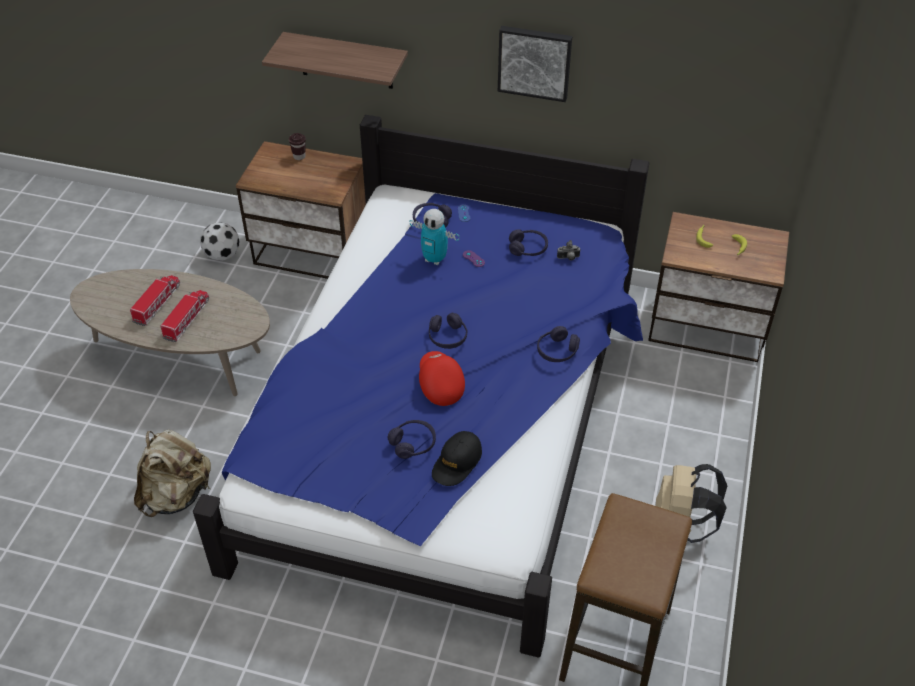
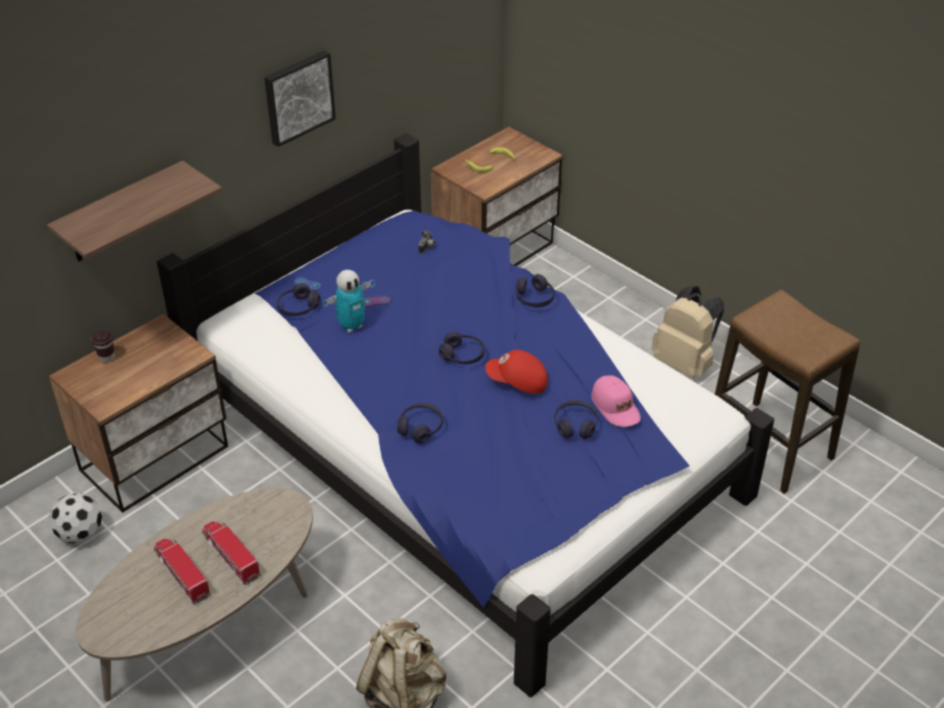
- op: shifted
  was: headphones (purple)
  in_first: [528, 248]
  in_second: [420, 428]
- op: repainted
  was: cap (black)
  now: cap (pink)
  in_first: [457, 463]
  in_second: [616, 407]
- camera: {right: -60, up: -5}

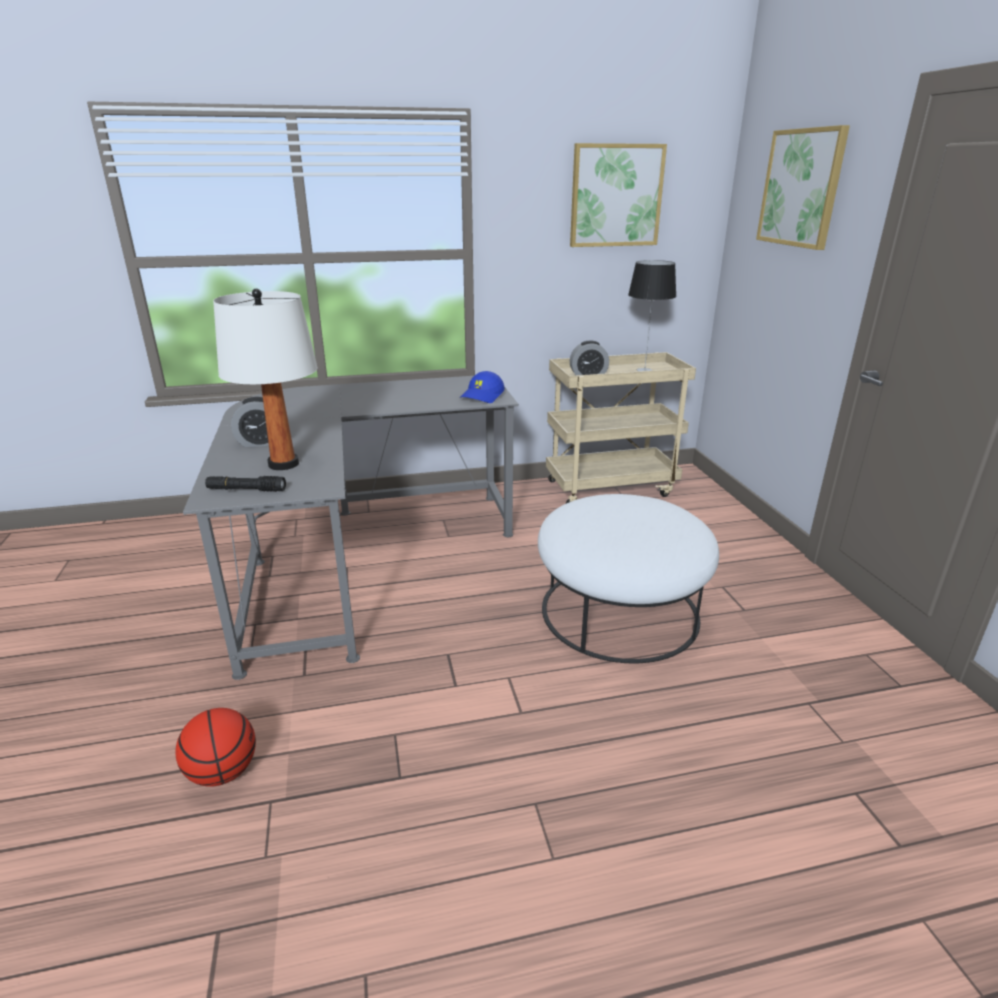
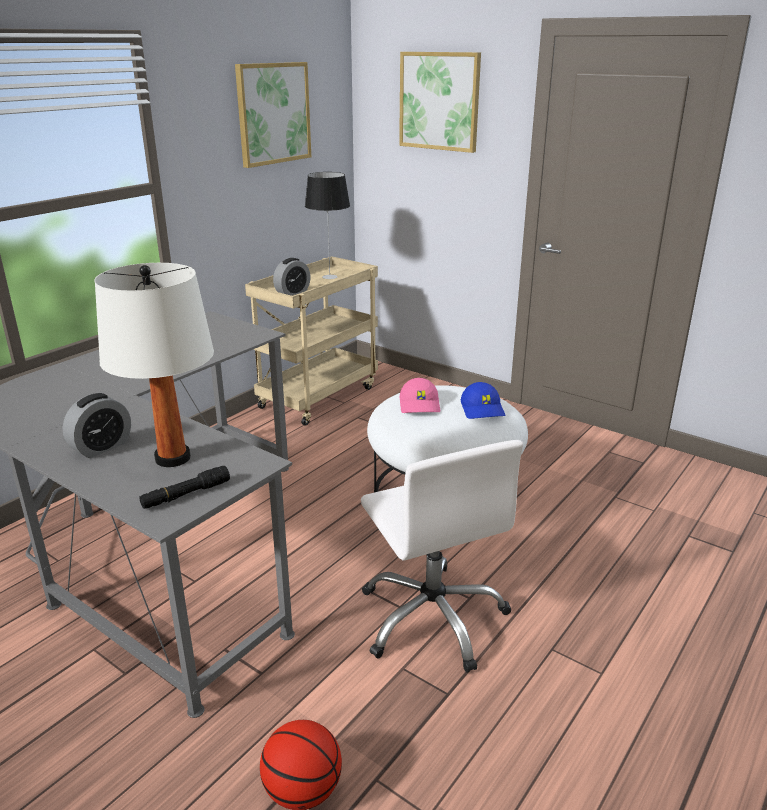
- op: shifted
  was: cap (blue)
  in_first: [483, 396]
  in_second: [483, 410]
- op: new
  now: cap (pink)
  in_second: [420, 405]
- op: new
  now: office chair (white)
  in_second: [433, 617]
- camera: {right: -40, up: 0}

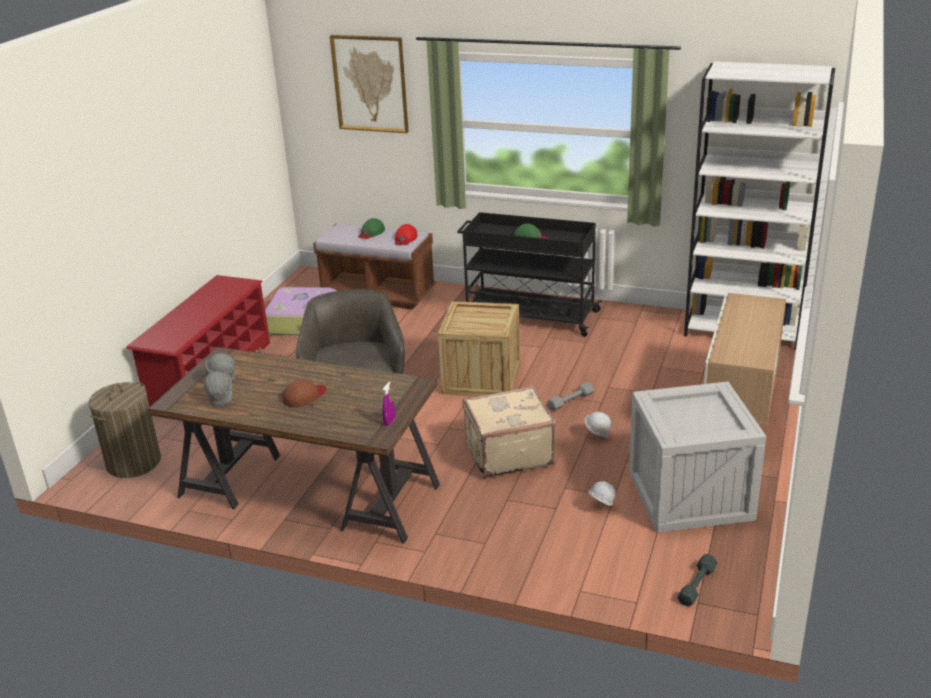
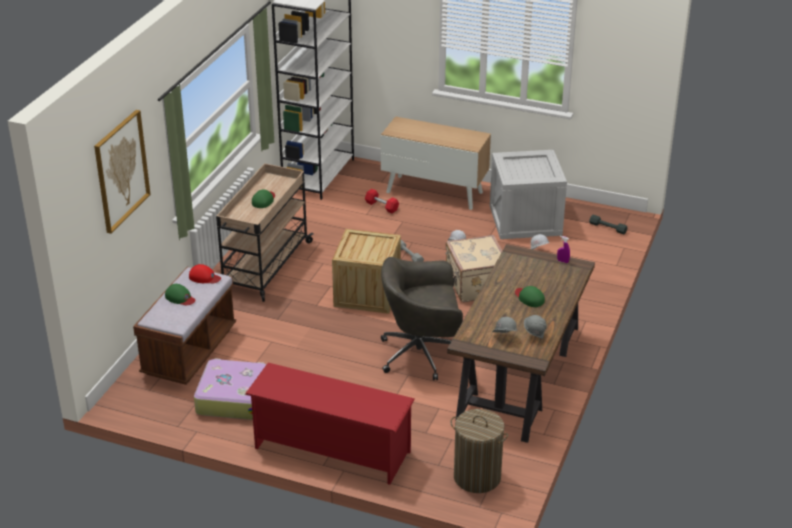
- op: repainted
  was: cart (black)
  now: cart (beige)
  in_first: [528, 316]
  in_second: [265, 267]
- op: repainted
  was: cap (brown)
  now: cap (green)
  in_first: [304, 396]
  in_second: [529, 298]
- op: new
  now: dumbbell (red)
  in_second: [381, 206]
- camera: {right: -90, up: 5}

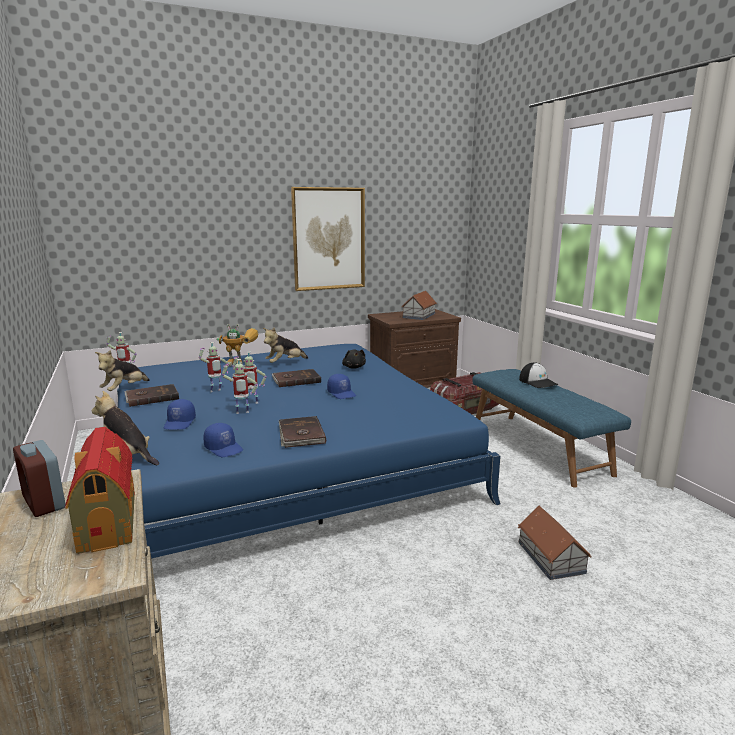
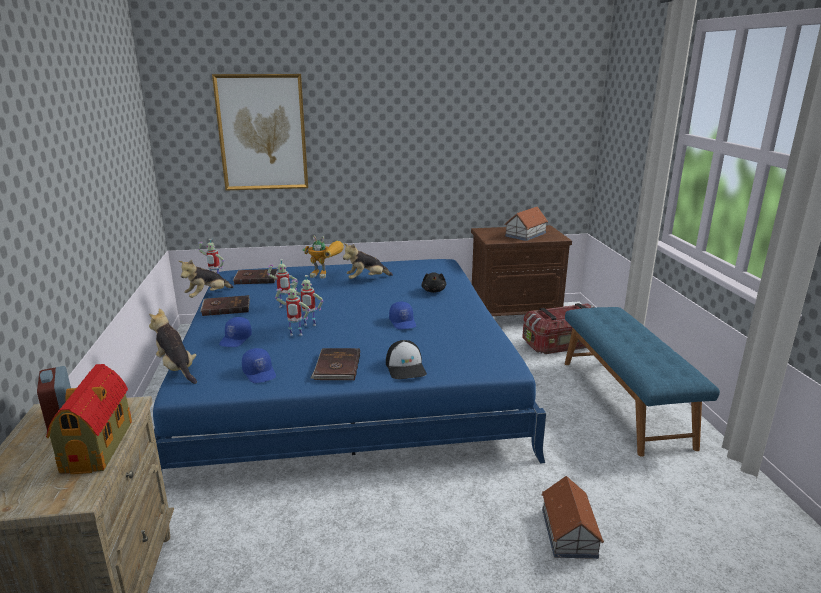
- op: shifted
  was: picture
  in_first: [329, 239]
  in_second: [262, 133]
- op: shifted
  was: cap
  in_first: [538, 382]
  in_second: [406, 367]
- op: shifted
  was: book (brown)
  in_first: [296, 380]
  in_second: [256, 278]
- camera: {right: 15, up: 5}

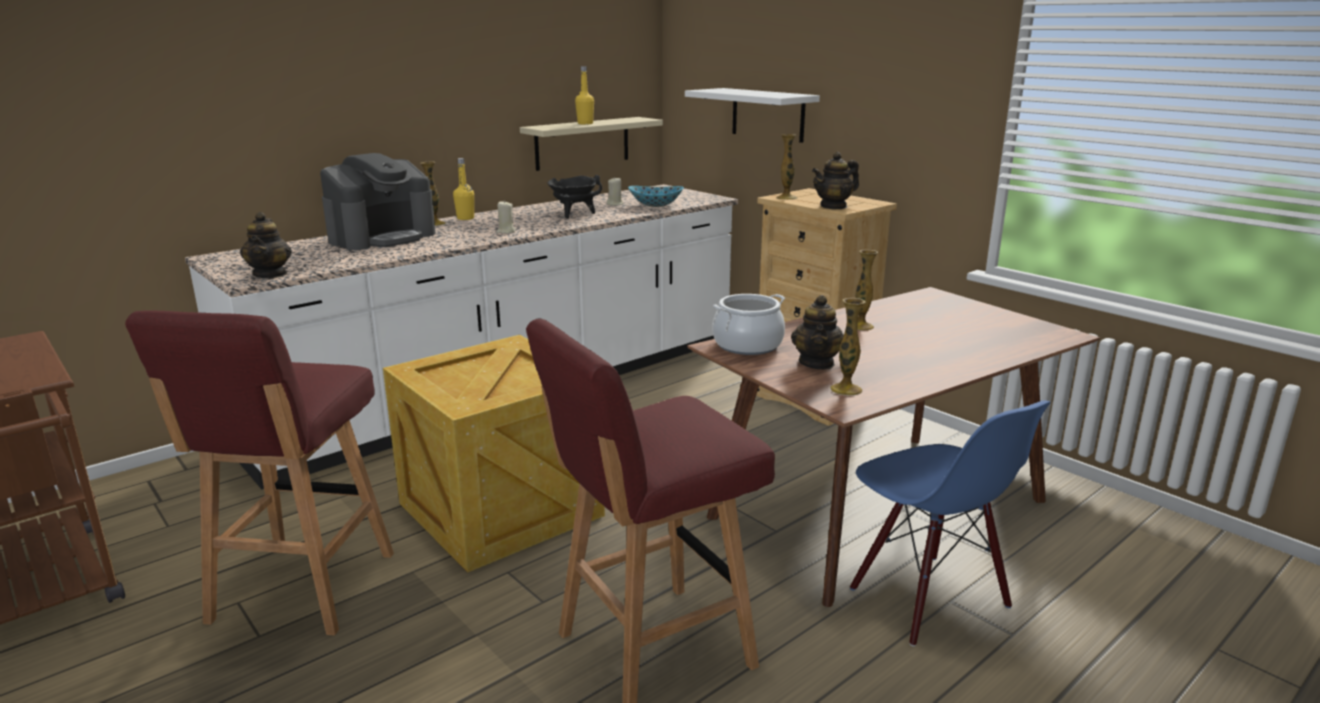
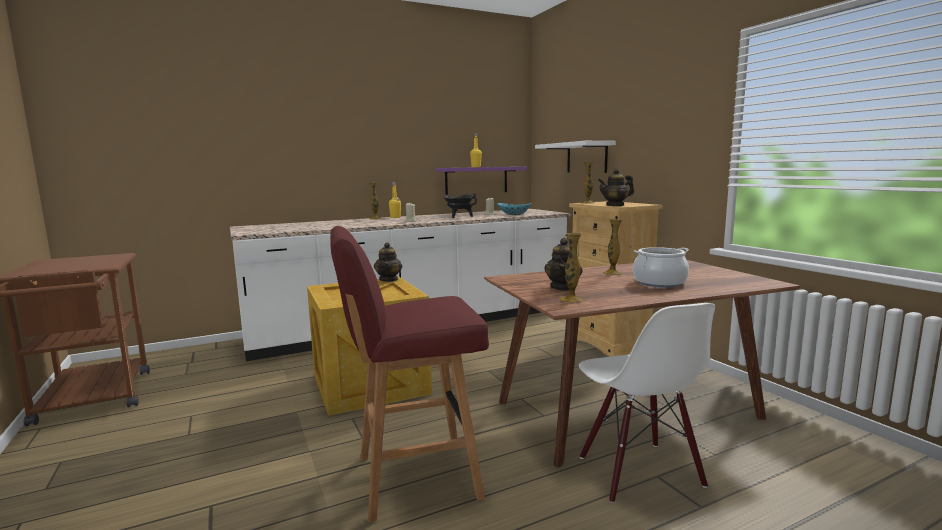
- op: repainted
  was: shelf (beige)
  now: shelf (purple)
  in_first: [582, 143]
  in_second: [476, 180]
- op: gone
  was: coffee machine
  in_first: [382, 237]
- op: shifted
  was: teapot
  in_first: [270, 274]
  in_second: [389, 280]
- op: shifted
  was: cooking pot
  in_first: [747, 345]
  in_second: [659, 283]
- op: gone
  was: stool (red)
  in_first: [300, 589]
- op: repainted
  was: chair (blue)
  now: chair (white)
  in_first: [927, 598]
  in_second: [638, 472]
- camera: {right: 15, up: -10}

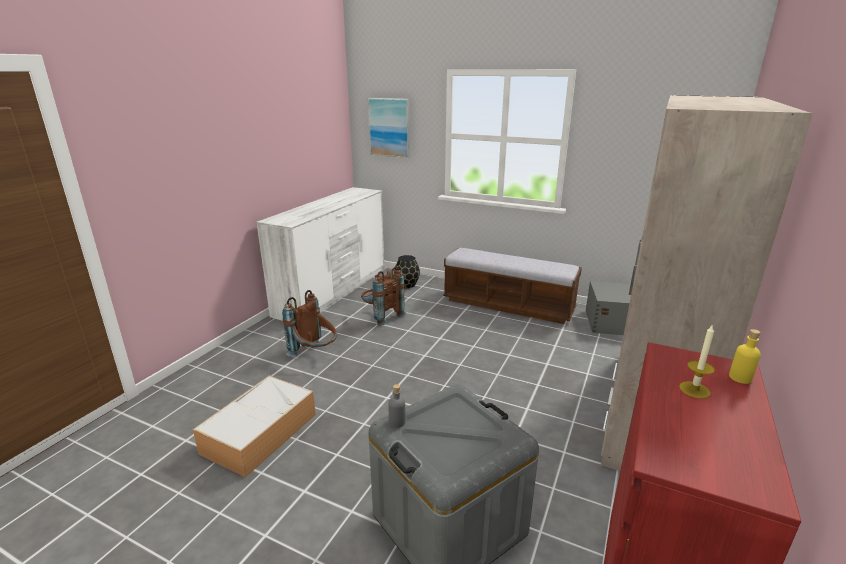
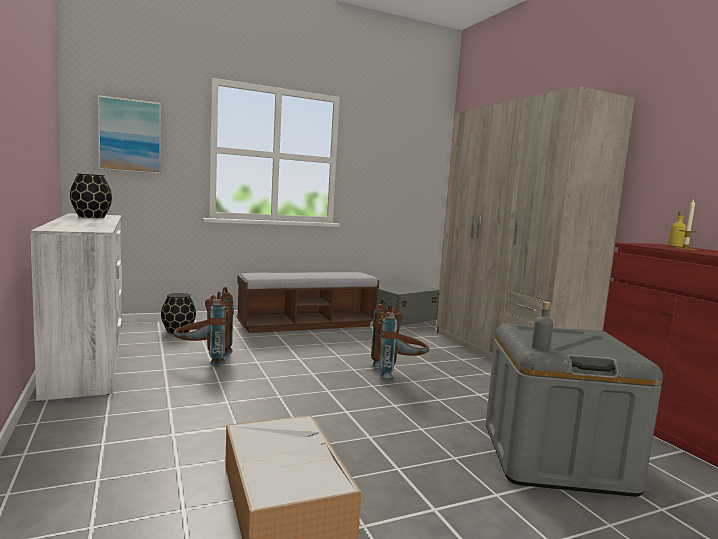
- op: shifted
  was: backpack (brown)
  in_first: [315, 355]
  in_second: [397, 373]
- op: new
  now: vase (black)
  in_second: [91, 217]
- camera: {right: -50, up: -15}

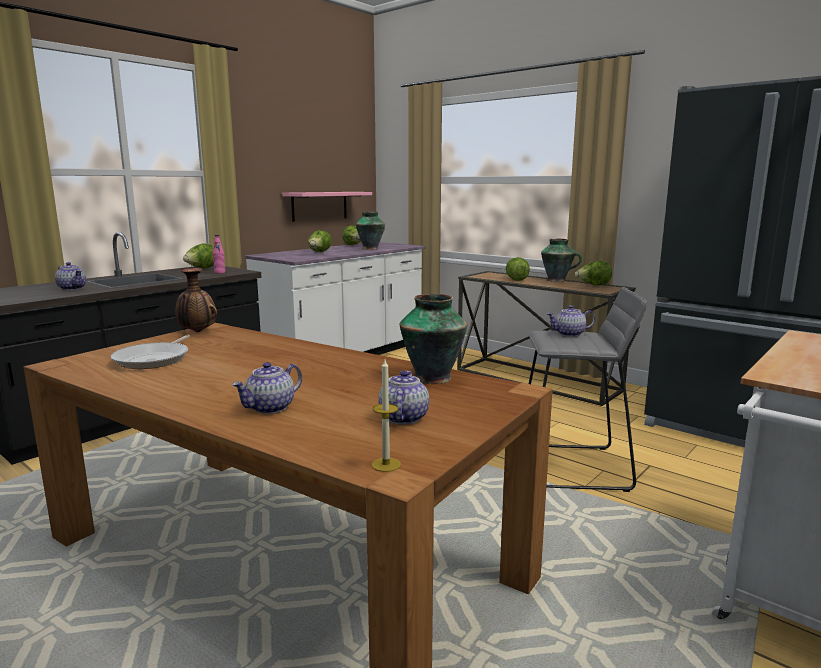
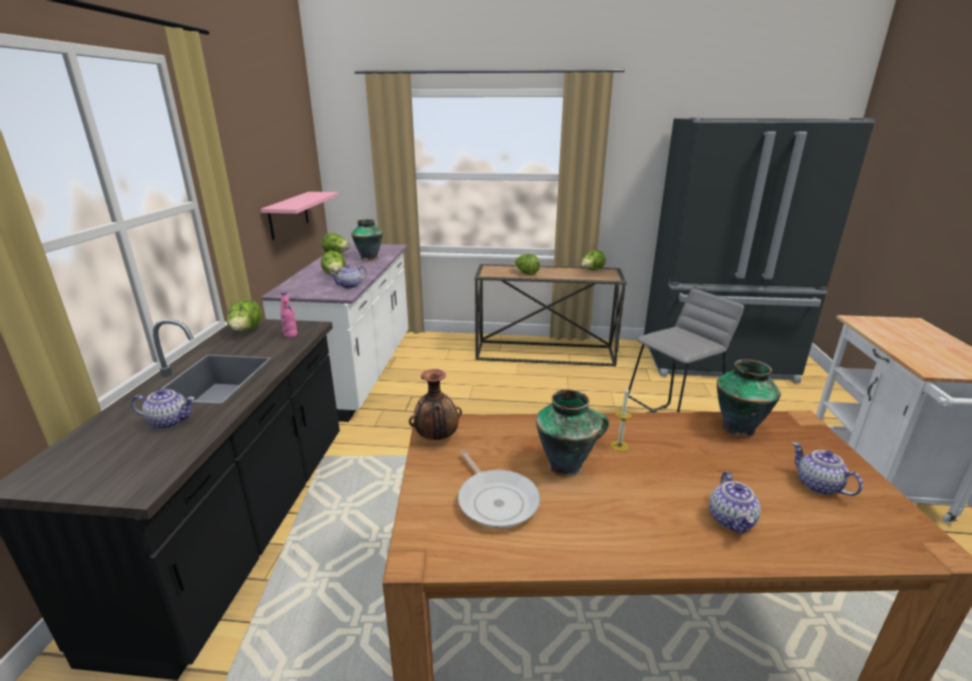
- op: shifted
  was: vase
  in_first: [557, 280]
  in_second: [567, 465]
- op: shifted
  was: teapot
  in_first: [569, 334]
  in_second: [350, 286]
- op: shifted
  was: candle
  in_first: [386, 464]
  in_second: [619, 446]
- camera: {right: -35, up: 10}

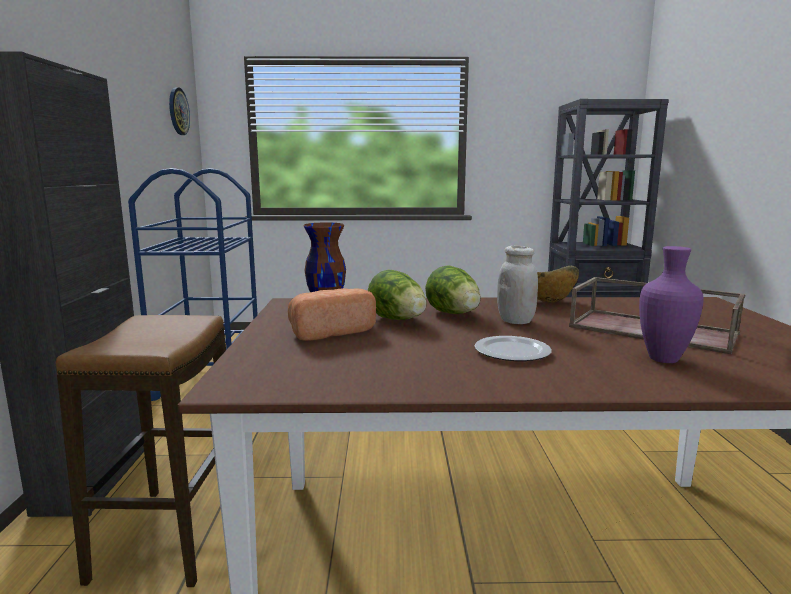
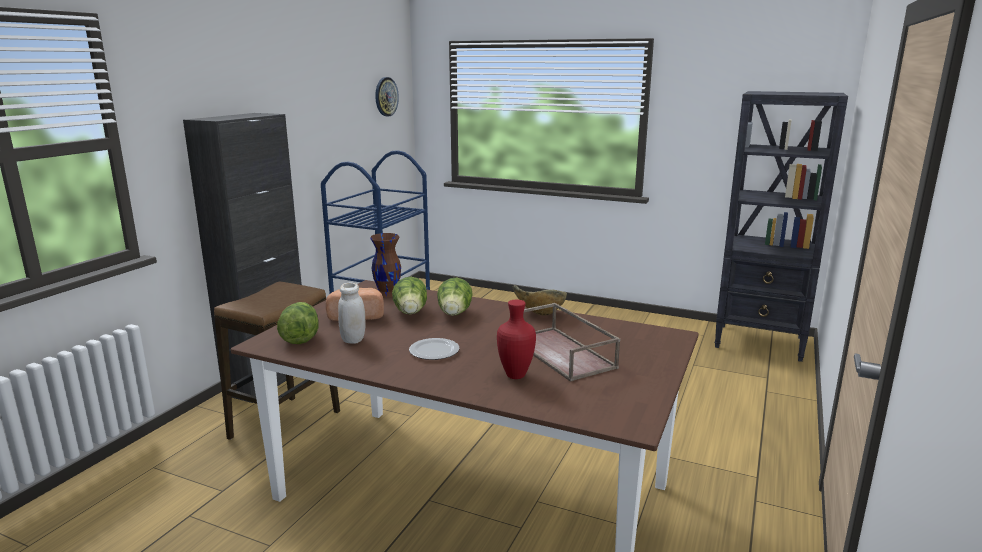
- op: shifted
  was: jar (white)
  in_first: [515, 321]
  in_second: [353, 339]
- op: repainted
  was: vase (purple)
  now: vase (red)
  in_first: [665, 359]
  in_second: [516, 376]
- op: new
  now: lettuce
  in_second: [300, 337]
- camera: {right: 25, up: 5}

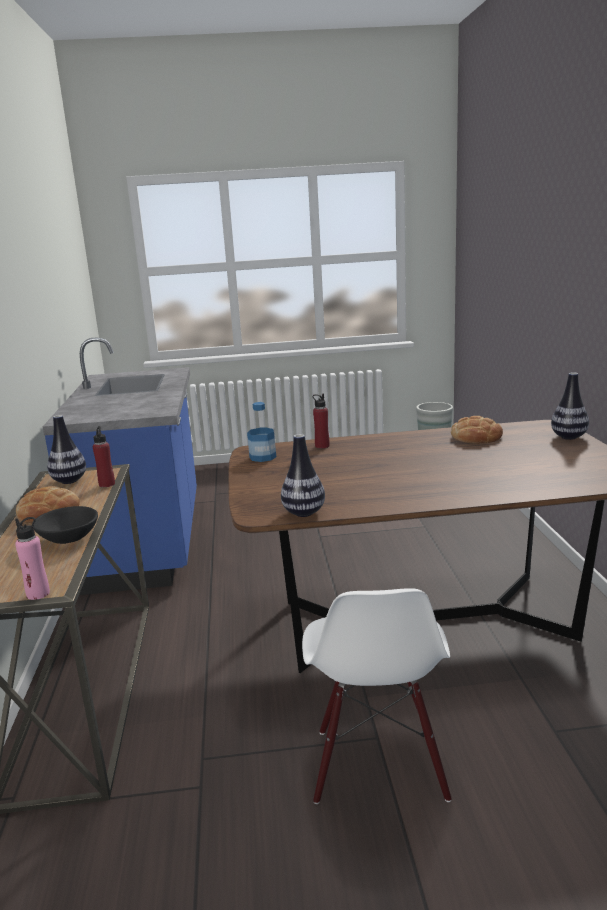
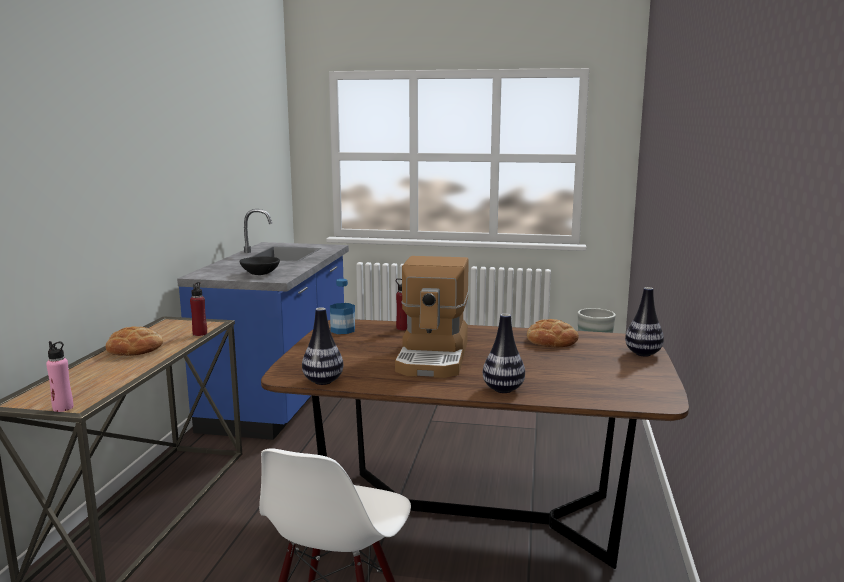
- op: shifted
  was: vase
  in_first: [69, 481]
  in_second: [503, 390]
- op: shifted
  was: bowl (black)
  in_first: [68, 538]
  in_second: [260, 273]
- op: new
  now: coffee machine
  in_second: [434, 357]
- camera: {right: 15, up: -5}

